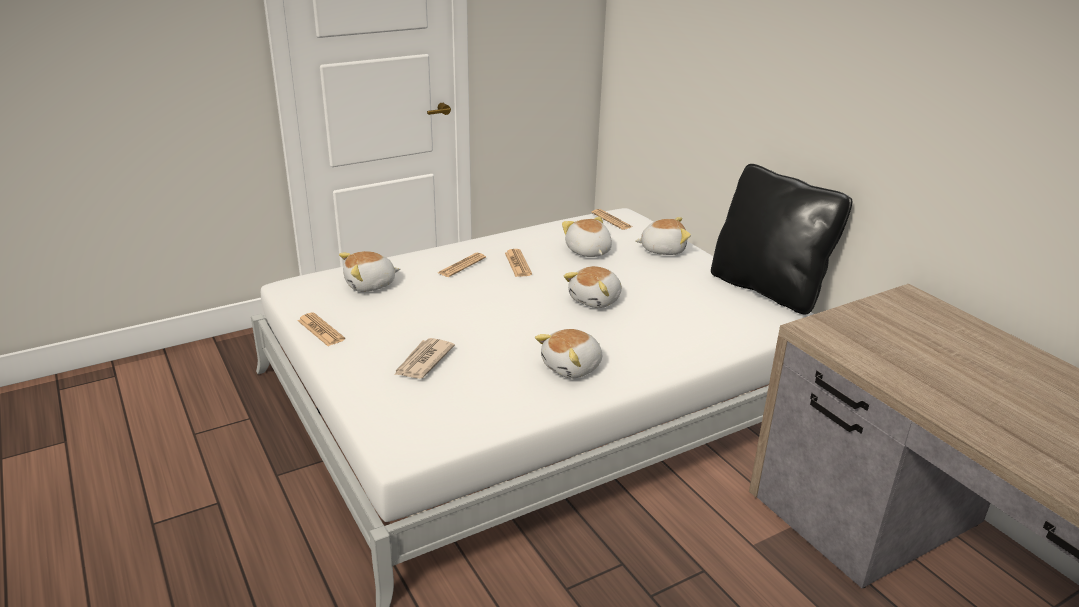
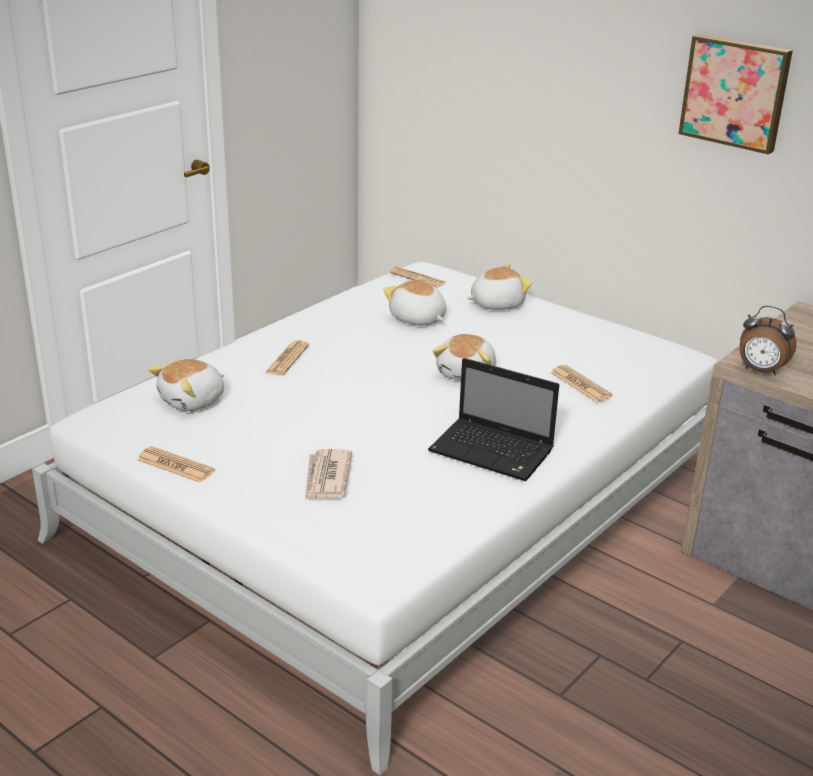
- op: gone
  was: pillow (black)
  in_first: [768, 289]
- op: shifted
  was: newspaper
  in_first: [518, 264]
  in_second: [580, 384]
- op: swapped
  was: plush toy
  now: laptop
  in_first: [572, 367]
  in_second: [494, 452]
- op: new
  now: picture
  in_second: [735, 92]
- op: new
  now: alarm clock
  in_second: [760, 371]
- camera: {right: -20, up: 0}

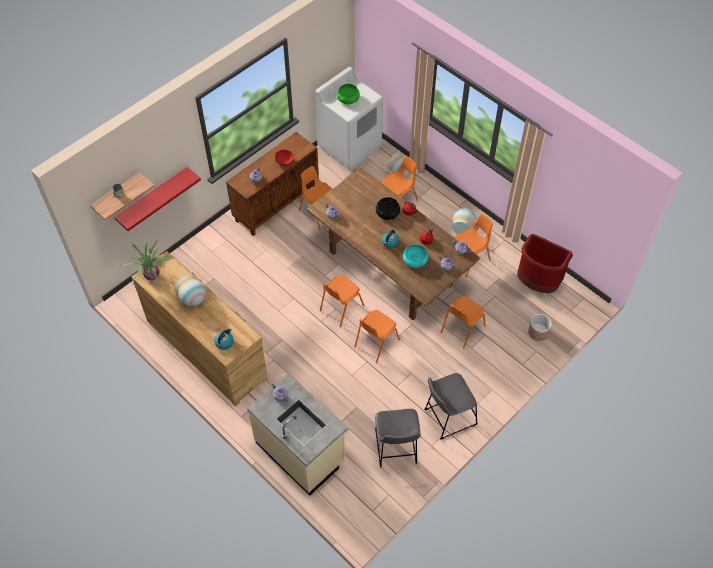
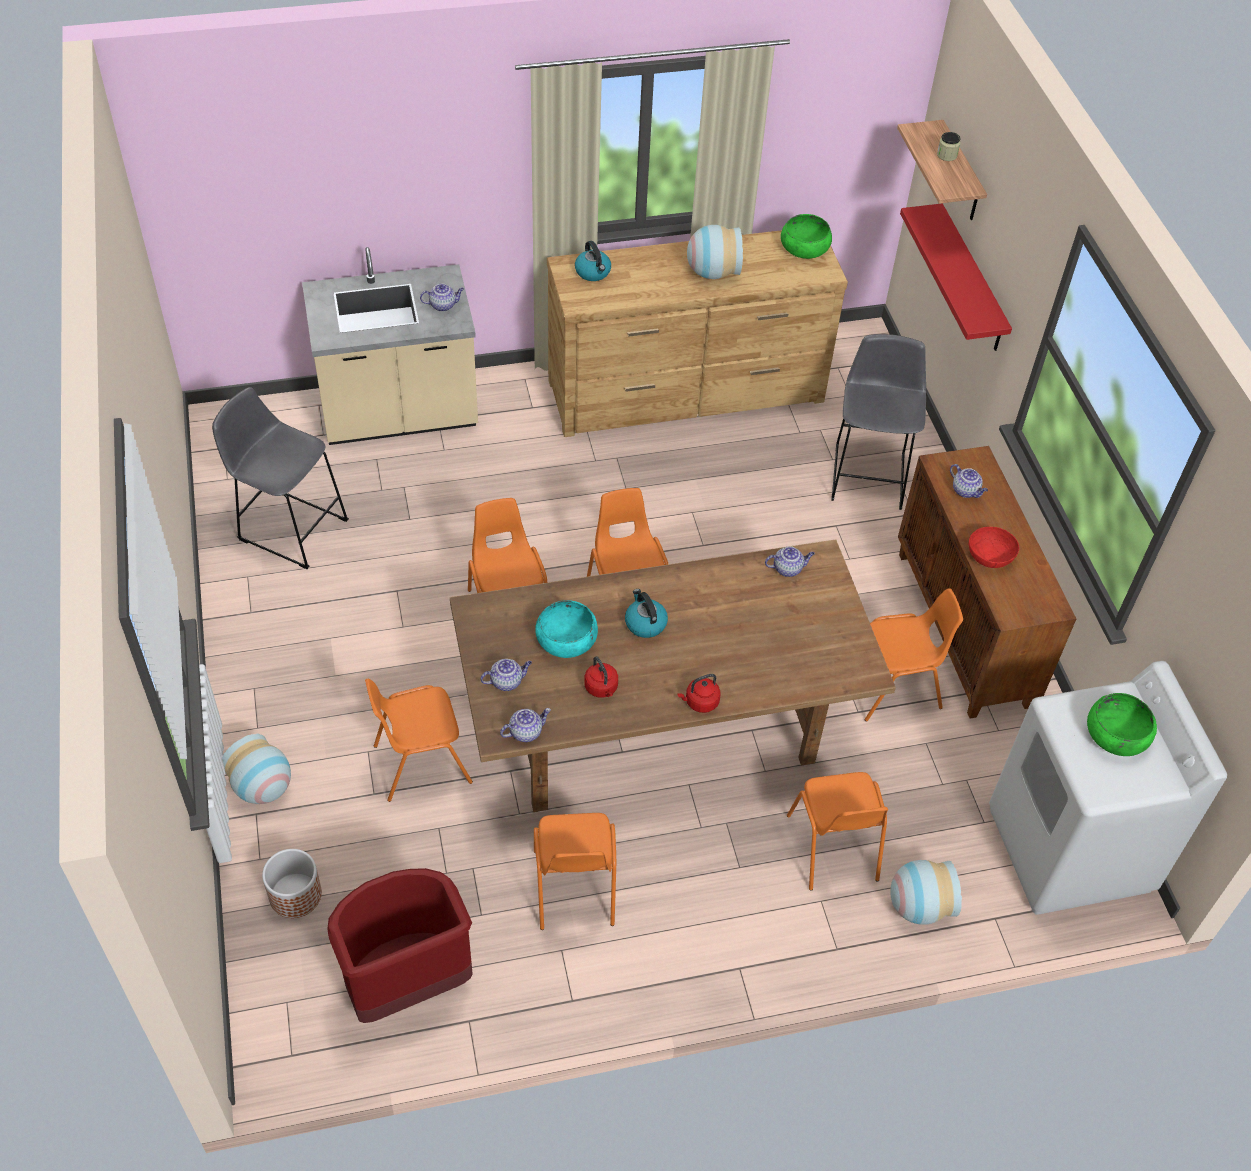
- op: gone
  was: bowl (black)
  in_first: [387, 212]
- op: shifted
  was: vase
  in_first: [463, 227]
  in_second: [263, 788]
- op: swapped
  was: potted plant
  now: bowl (green)
  in_first: [152, 275]
  in_second: [804, 247]
- op: rotated
  was: chair (orange)
  in_first: [462, 329]
  in_second: [421, 763]
  clockwise: -90
- op: shifted
  was: stool (grey)
  in_first: [447, 418]
  in_second: [869, 473]
- camera: {right: 120, up: -5}

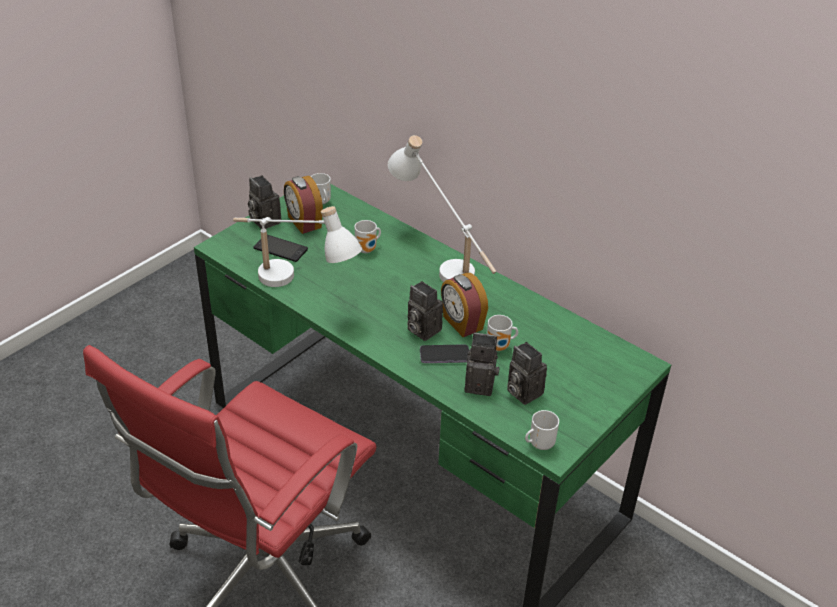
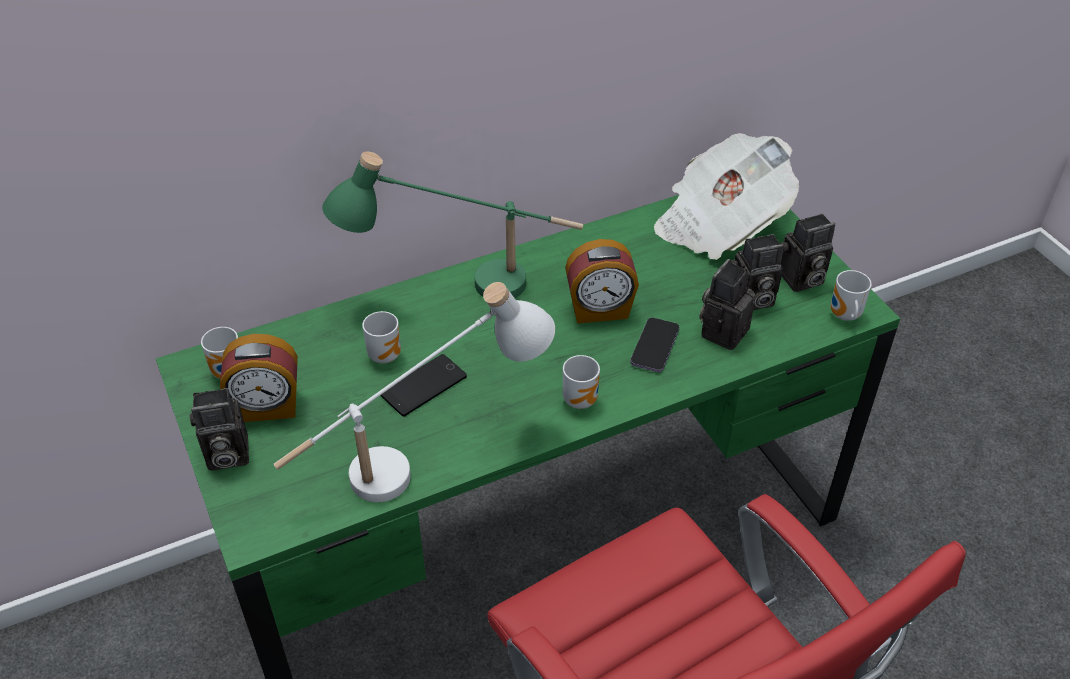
- op: repainted
  was: table lamp (white)
  now: table lamp (green)
  in_first: [440, 261]
  in_second: [461, 289]
- op: shifted
  was: phone
  in_first: [280, 249]
  in_second: [423, 386]
- op: shifted
  was: photo camera
  in_first: [421, 329]
  in_second: [800, 280]
- op: shifted
  was: mug
  in_first: [499, 347]
  in_second: [582, 399]
- op: new
  now: newspaper
  in_second: [719, 223]
- camera: {right: -65, up: 5}

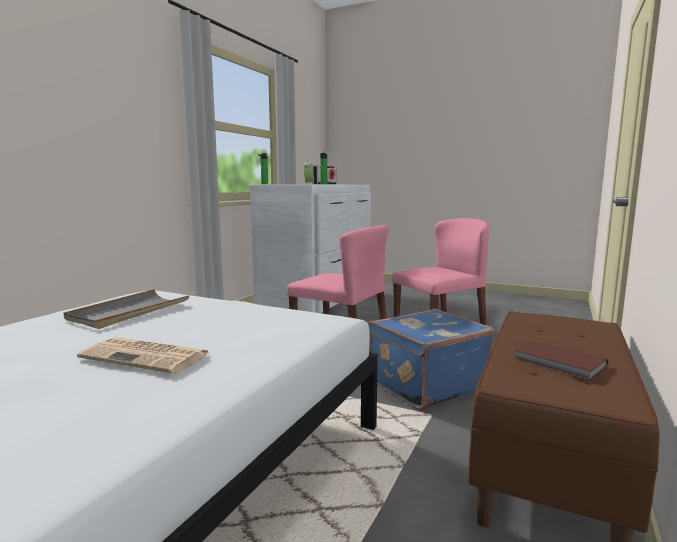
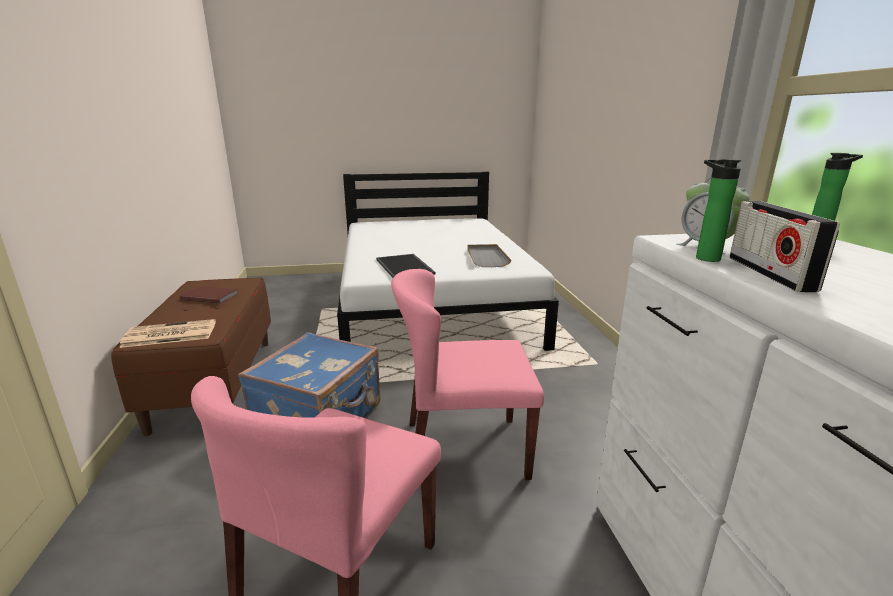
- op: shifted
  was: newspaper
  in_first: [147, 356]
  in_second: [169, 334]
- op: new
  now: tray
  in_second: [405, 266]
- camera: {right: 145, up: 10}

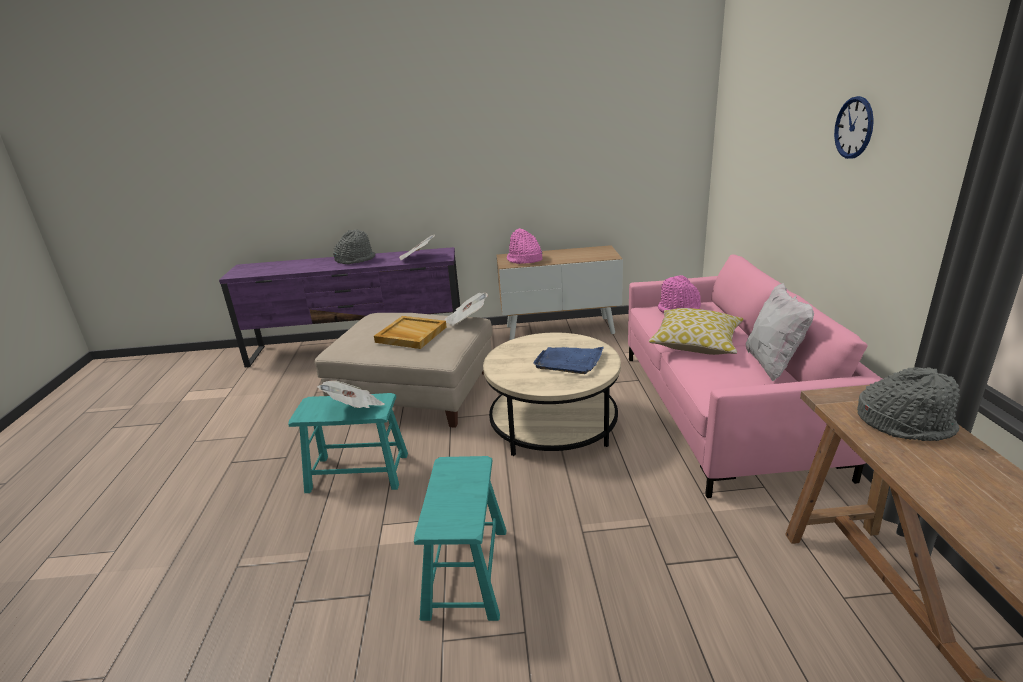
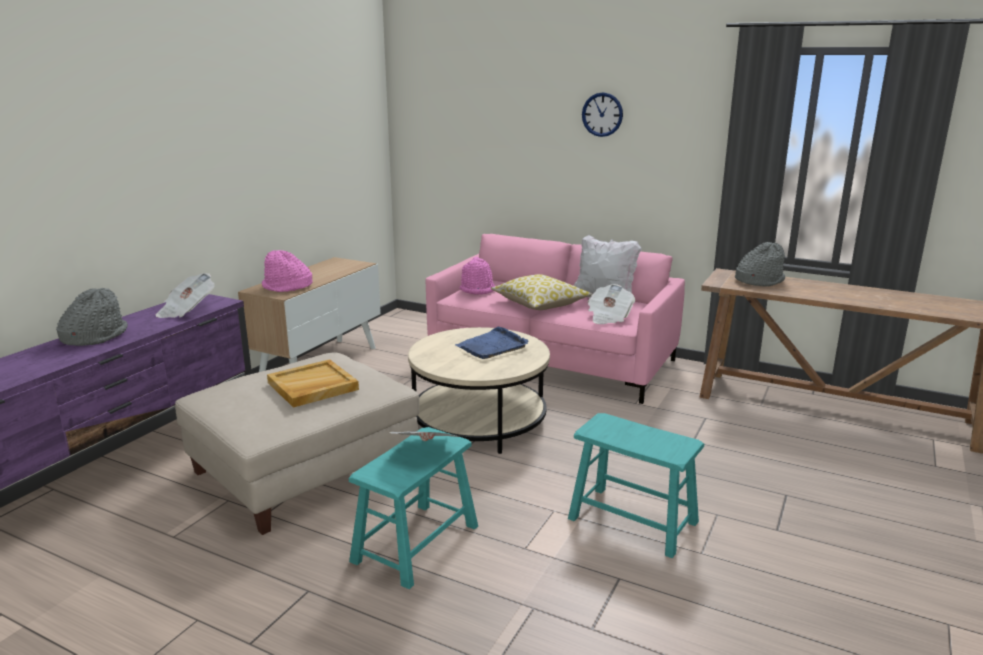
- op: shifted
  was: newspaper
  in_first: [466, 320]
  in_second: [608, 317]
- camera: {right: -60, up: -5}

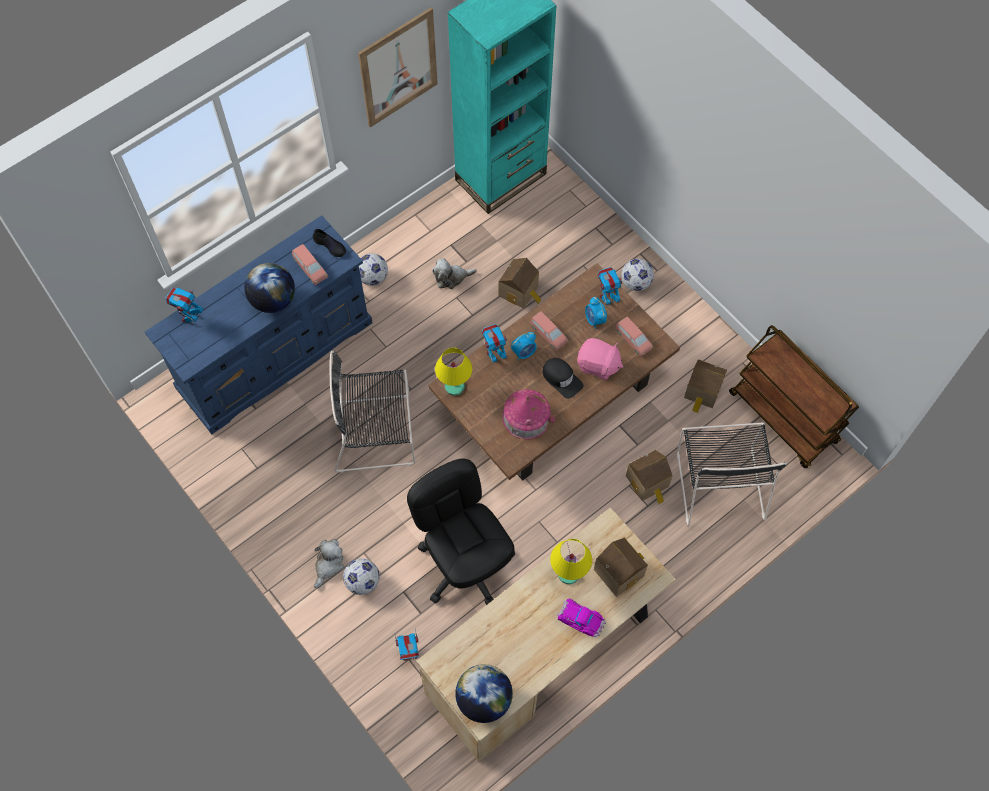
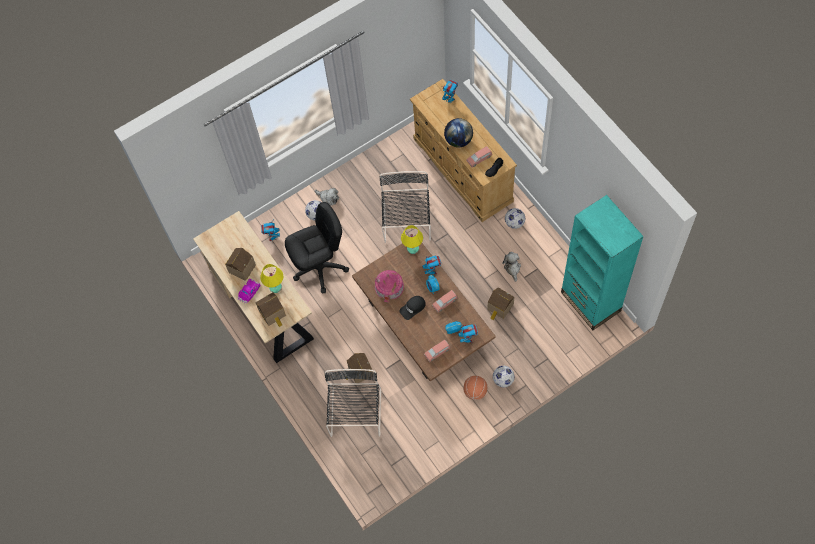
- op: gone
  was: picture
  in_first: [398, 68]
- op: repainted
  was: dresser (blue)
  now: dresser (beige)
  in_first: [276, 354]
  in_second: [463, 170]
- op: gone
  was: cart (brown)
  in_first: [784, 418]
- op: gone
  was: plush toy (pink)
  in_first: [598, 365]
- op: shifted
  was: toy house
  in_first: [702, 392]
  in_second: [241, 268]
- op: rotated
  was: chair (black)
  in_first: [719, 482]
  in_second: [356, 415]
  clockwise: 90
- op: gone
  was: globe
  in_first: [484, 699]
- op: new
  now: basketball
  in_second: [475, 391]
- camera: {right: 100, up: 0}

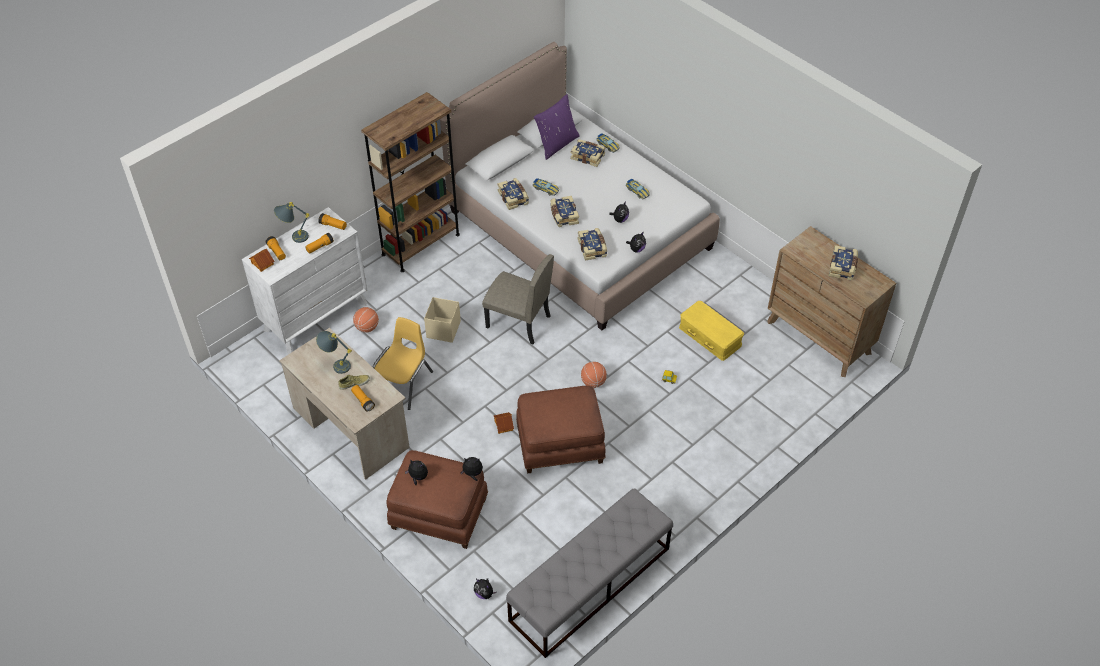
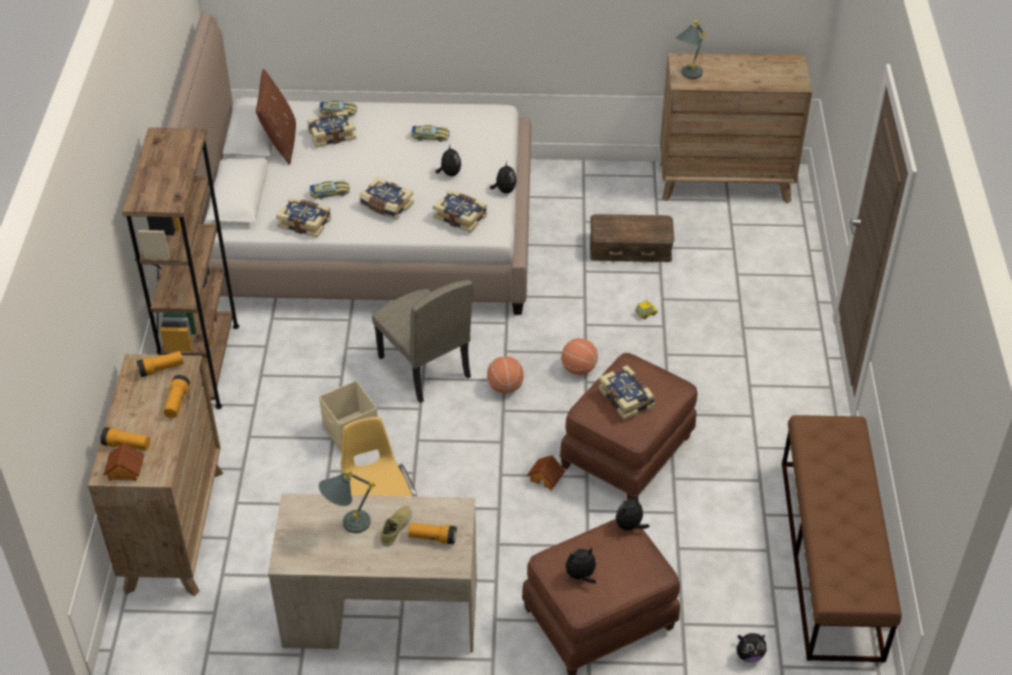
- op: repainted
  was: pillow (purple)
  now: pillow (brown)
  in_first: [557, 144]
  in_second: [280, 143]
- op: shifted
  was: table lamp (grey)
  in_first: [294, 237]
  in_second: [687, 76]
- op: repainted
  was: dresser (white)
  now: dresser (brown)
  in_first: [315, 316]
  in_second: [174, 529]
- op: shifted
  was: book
  in_first: [843, 267]
  in_second: [627, 398]
- op: rotated
  was: chair (beige)
  in_first: [518, 322]
  in_second: [423, 367]
  clockwise: 75
- op: repainted
  was: storage box (yellow)
  now: storage box (brown)
  in_first: [710, 336]
  in_second: [630, 247]
- op: shifted
  was: basketball
  in_first: [367, 327]
  in_second: [505, 387]
- op: repainted
  was: bench (grey)
  now: bench (brown)
  in_first: [589, 585]
  in_second: [830, 558]
- camera: {right: -45, up: -5}

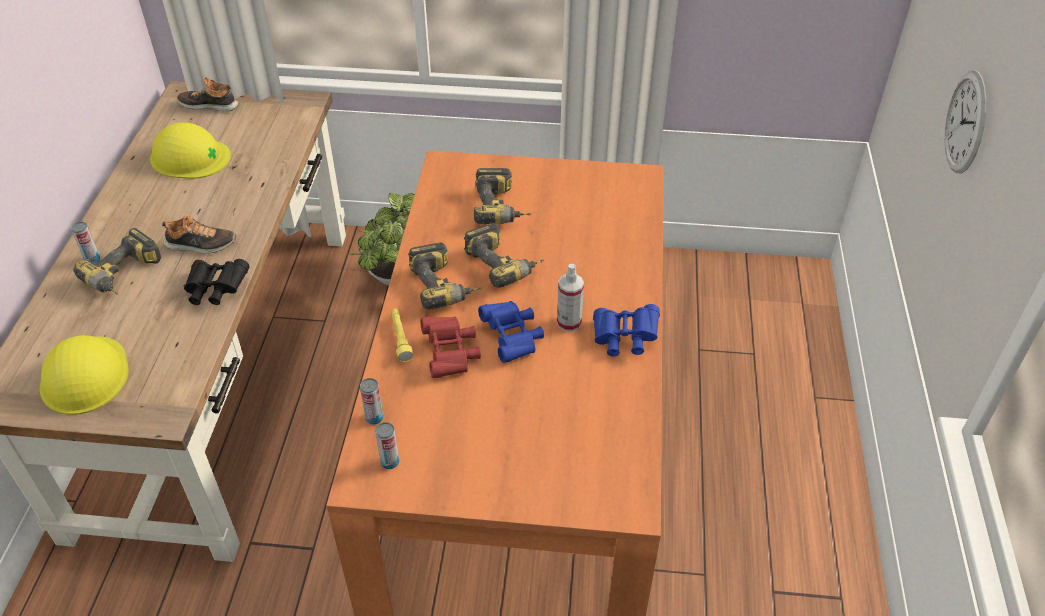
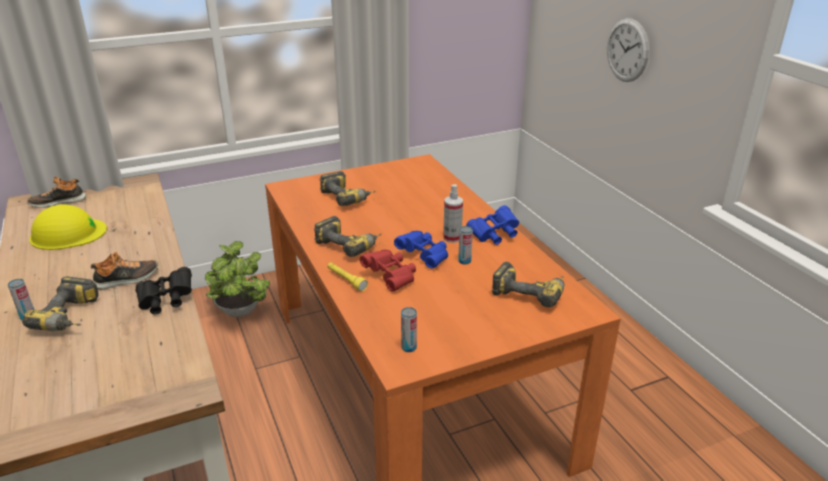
- op: shifted
  was: power drill
  in_first: [505, 264]
  in_second: [530, 292]
- op: gone
  was: hard hat (yellow)
  in_first: [85, 375]
- op: shifted
  was: can
  in_first: [374, 418]
  in_second: [464, 261]
- camera: {right: -30, up: -15}

